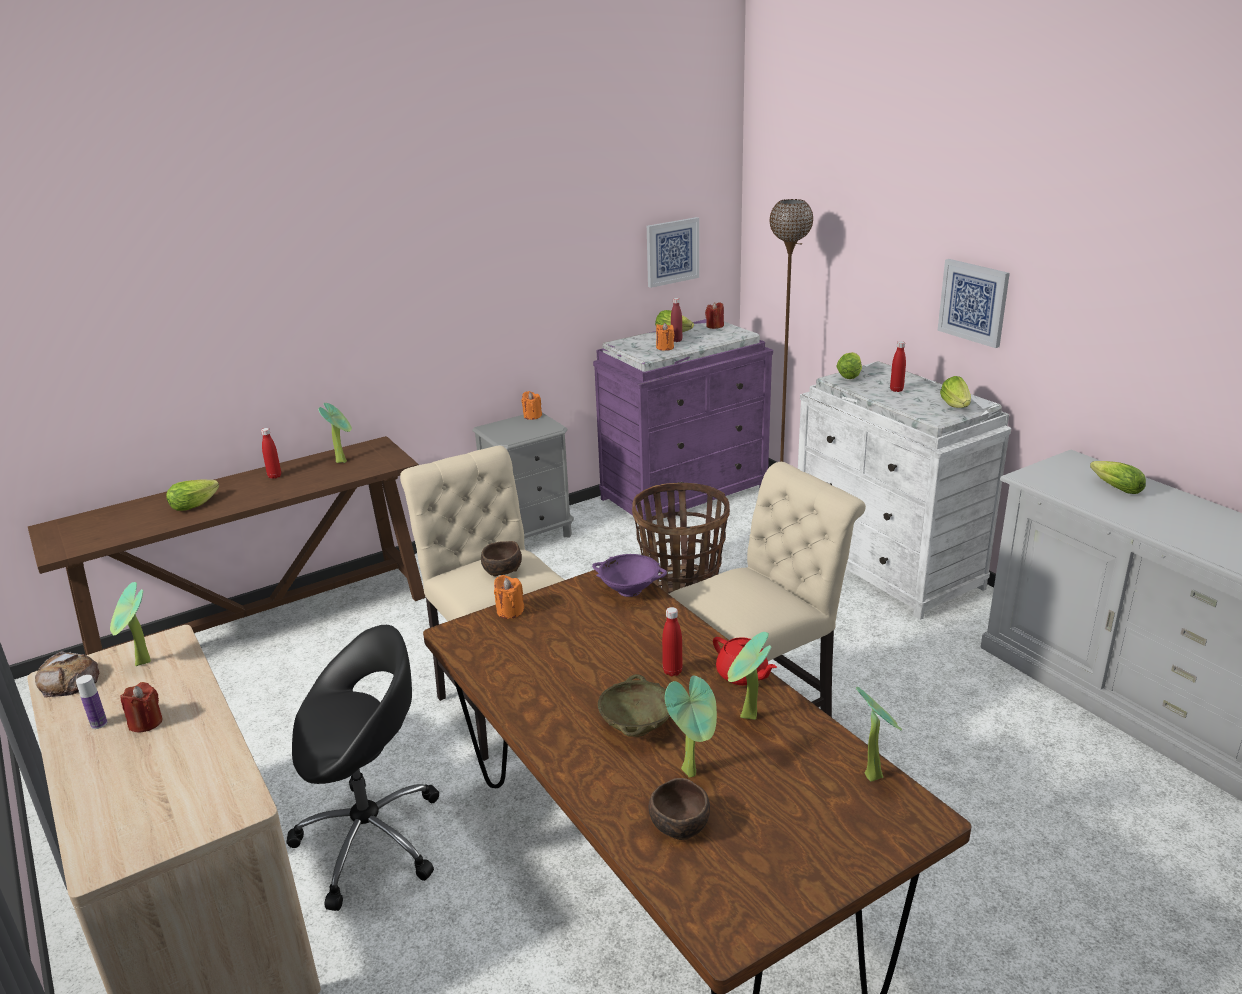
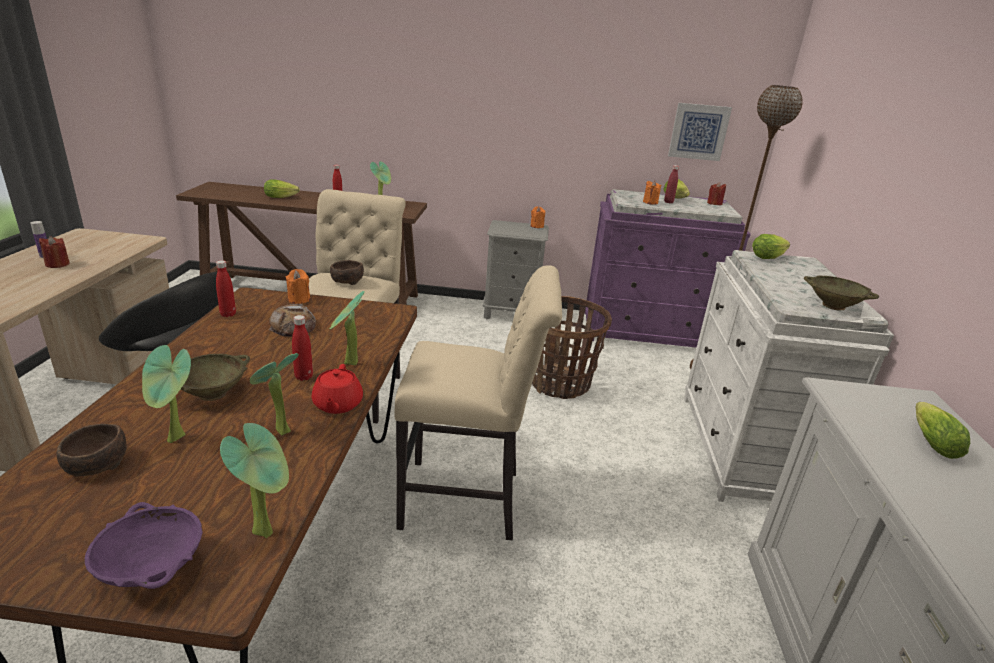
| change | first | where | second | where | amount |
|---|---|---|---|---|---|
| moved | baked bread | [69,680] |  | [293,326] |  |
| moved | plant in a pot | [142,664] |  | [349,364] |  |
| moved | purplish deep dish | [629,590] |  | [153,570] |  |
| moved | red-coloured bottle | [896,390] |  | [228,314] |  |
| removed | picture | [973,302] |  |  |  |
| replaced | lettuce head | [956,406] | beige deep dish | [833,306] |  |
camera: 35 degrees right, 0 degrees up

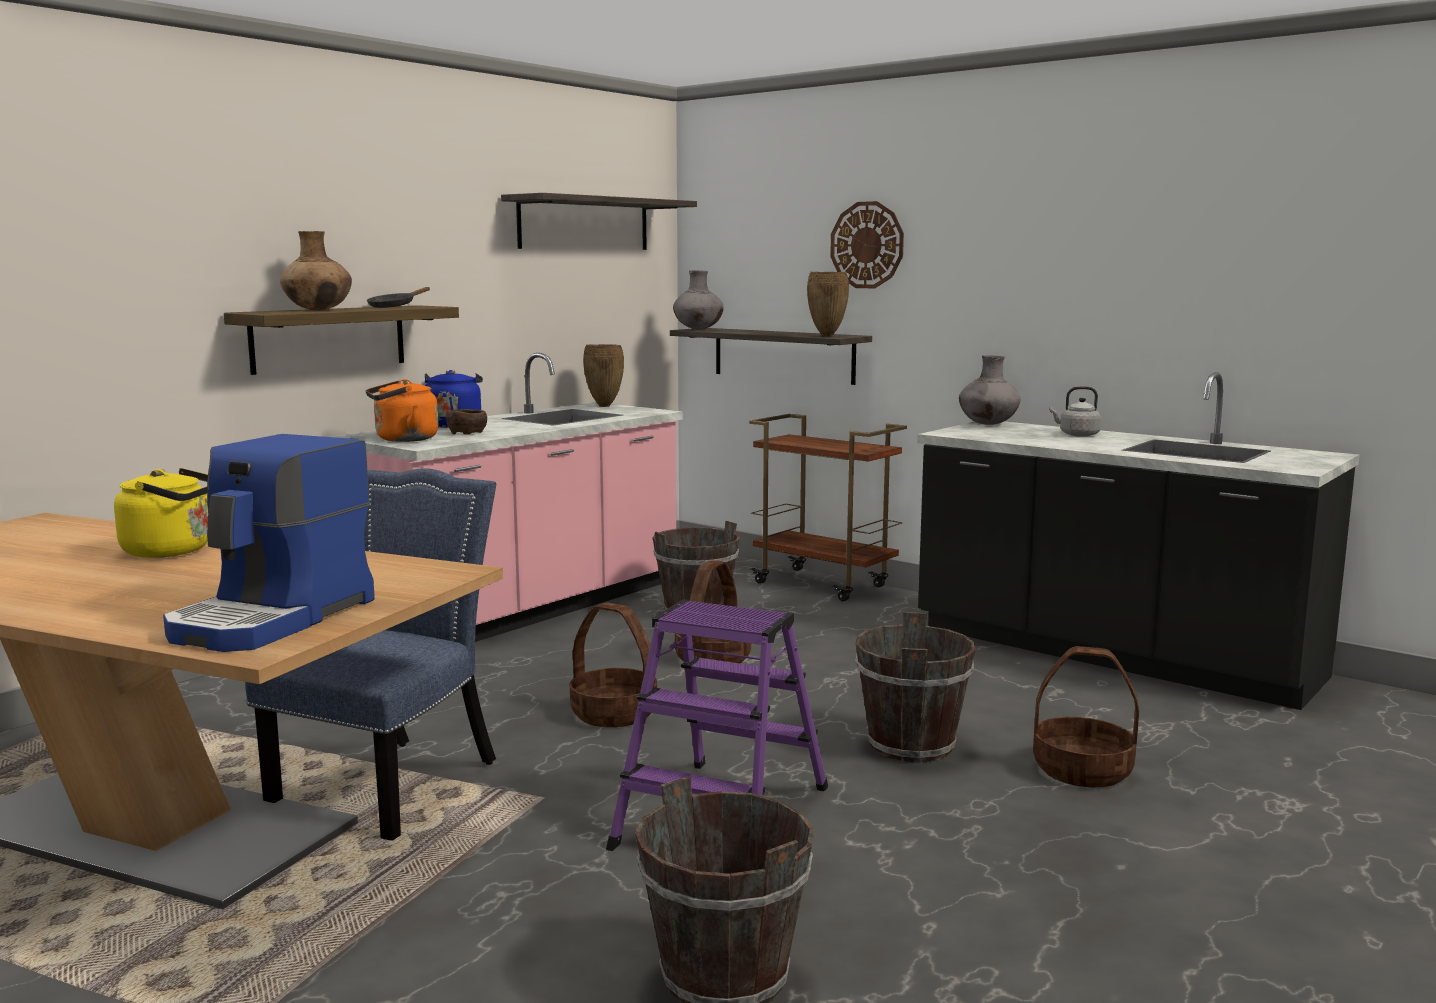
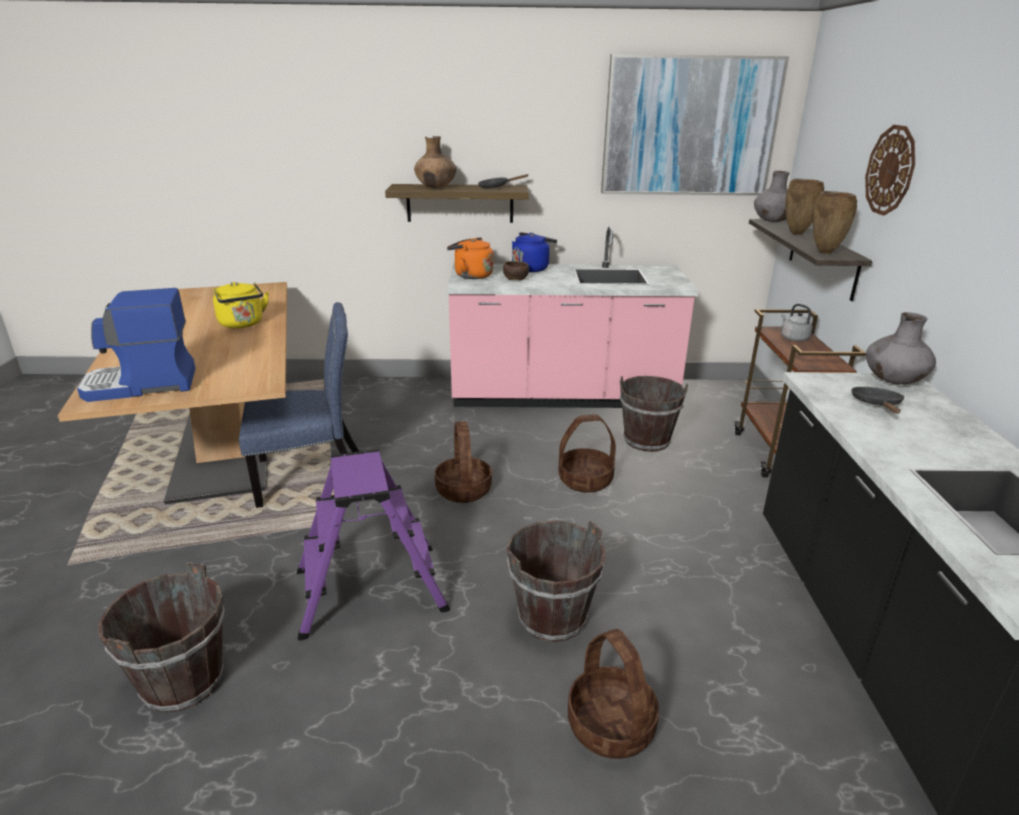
| change | first | where | second | where | amount |
|---|---|---|---|---|---|
| replaced | bracket shelf | [584,224] | picture | [689,127] |  |
| moved | brown vase | [604,406] |  | [797,234] |  |
| moved | gray kettle | [1077,435] |  | [793,338] |  |
| added |  |  | black-coloured pan | [876,404] |  |
camera: 50 degrees right, 15 degrees up

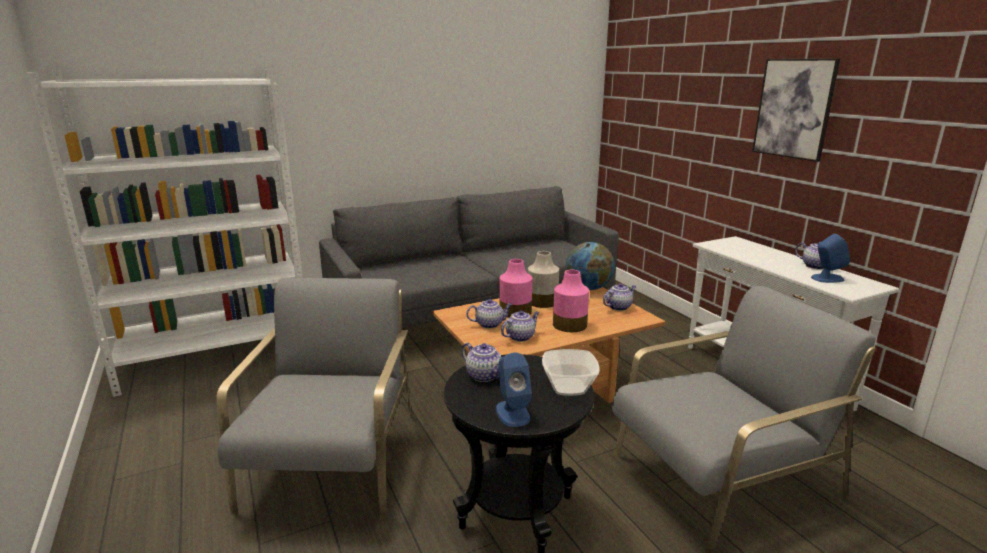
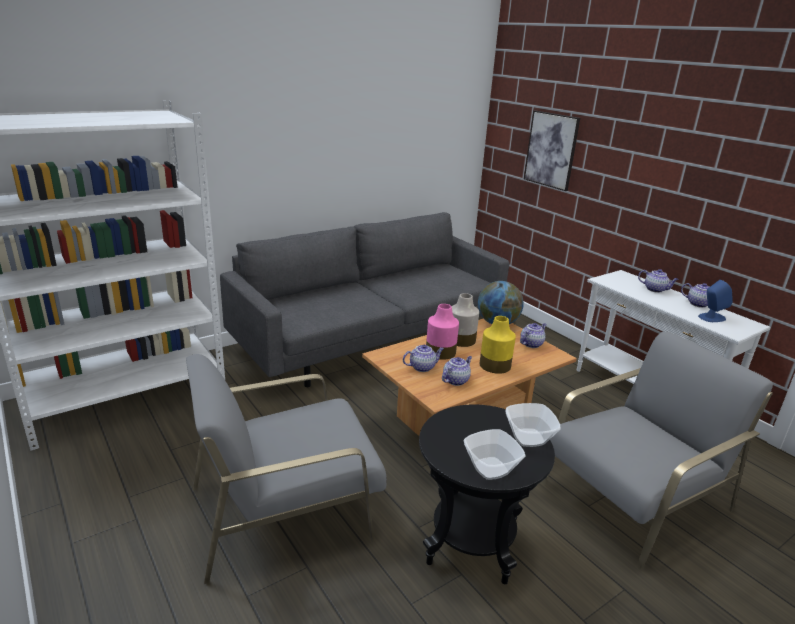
| change | first | where | second | where | amount |
|---|---|---|---|---|---|
| turned | gray lounge chair | [332,465] |  | [289,510] | 105 degrees counterclockwise |
| moved | tea pot | [485,376] |  | [655,289] |  |
| replaced | bluish audio speaker | [512,413] | deep dish | [491,468] |  |
| recoloured | pink vase | [569,324] | yellowish vase | [494,365] |  |
| moved | picture | [794,108] |  | [551,150] |  |
camera: 10 degrees left, 5 degrees up

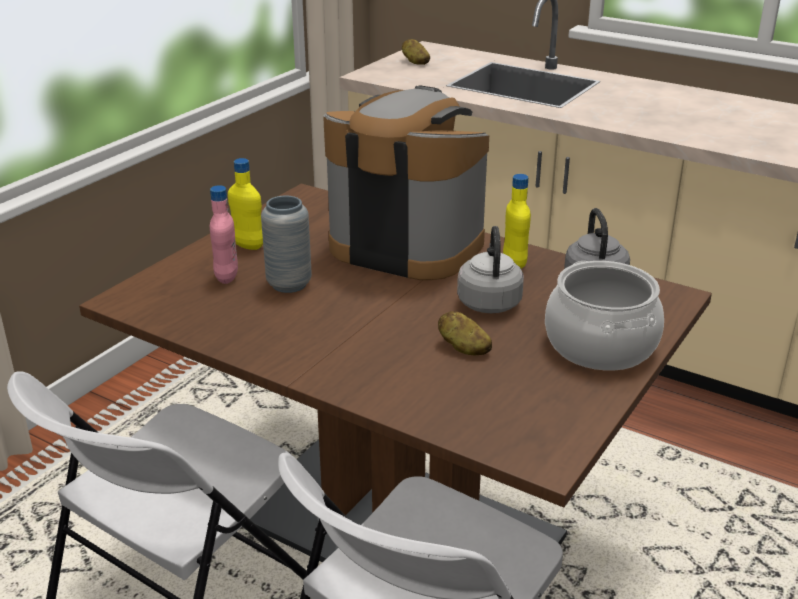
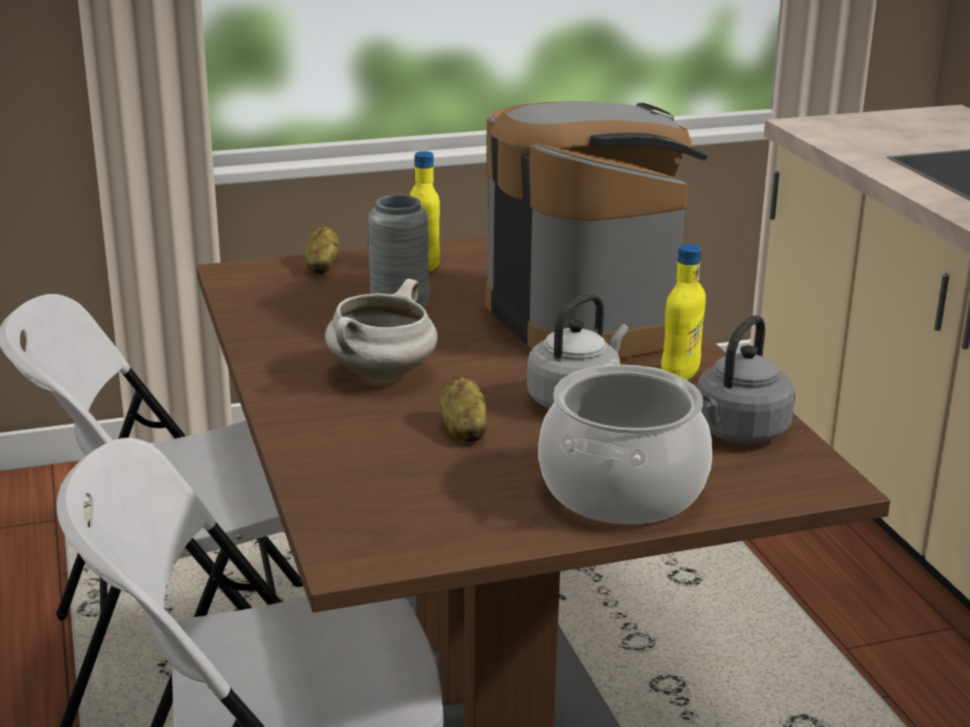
| change | first | where | second | where | amount |
|---|---|---|---|---|---|
| removed | pink bottle | [226,277] |  |  |  |
| moved | whole potato | [415,62] |  | [321,267] |  |
| added |  |  | white cooking pot | [382,375] |  |
camera: 40 degrees right, 5 degrees down

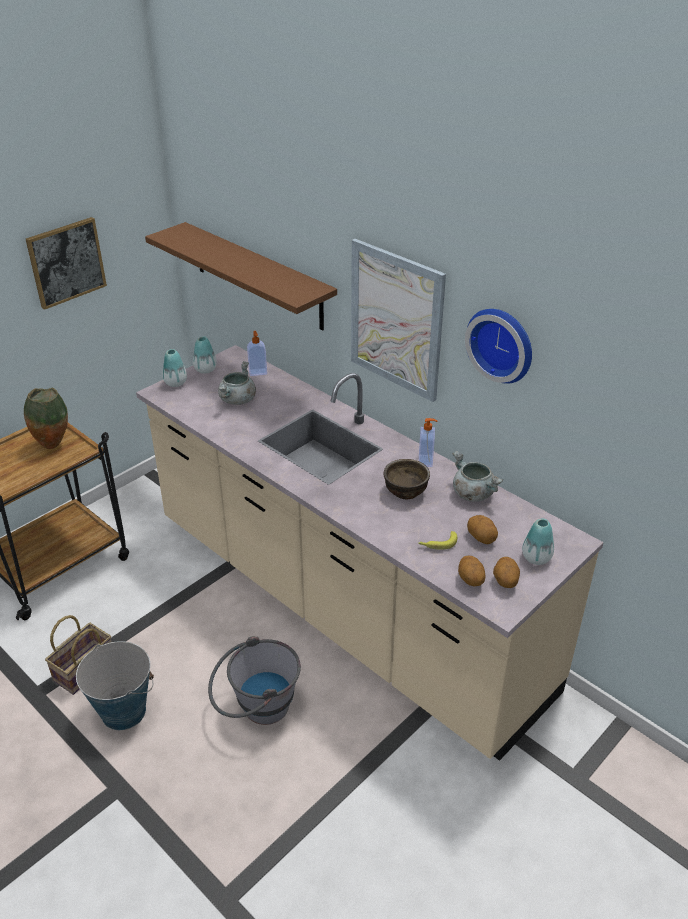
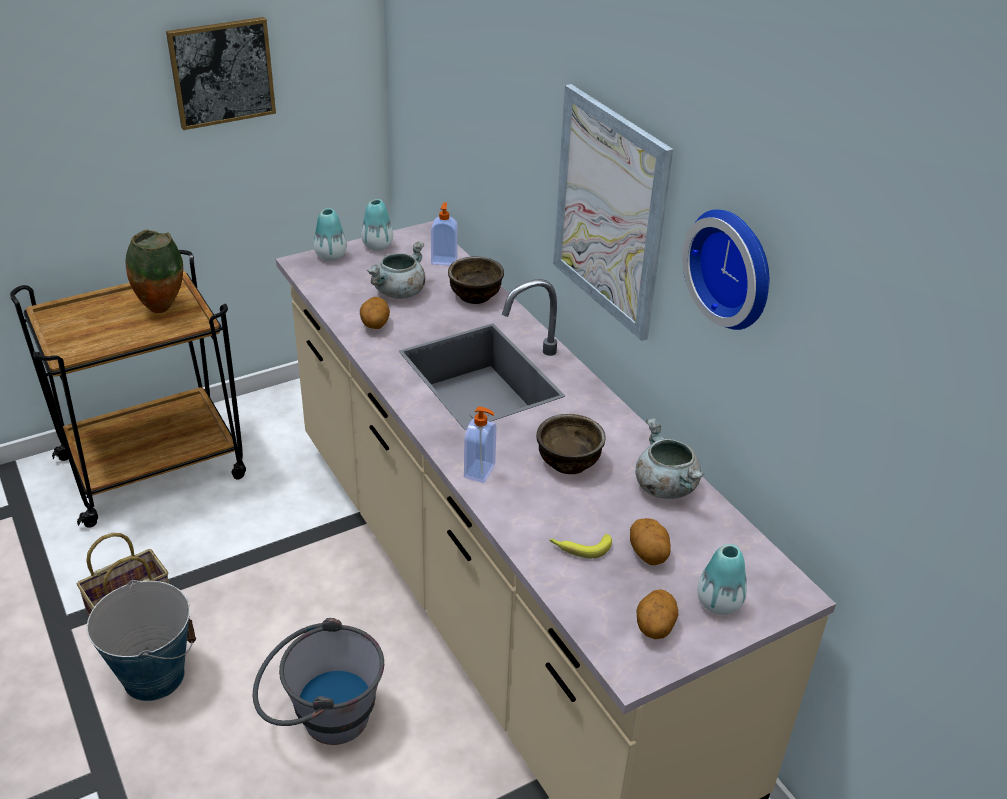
| change | first | where | second | where | amount |
|---|---|---|---|---|---|
| removed | brown bracket shelf | [257,276] |  |  |  |
| moved | soap bottle | [426,461] |  | [480,472] |  |
| moved | whole potato | [470,580] |  | [374,325] |  |
| added |  |  | brown deep dish | [475,295] |  |
camera: 15 degrees right, 0 degrees up

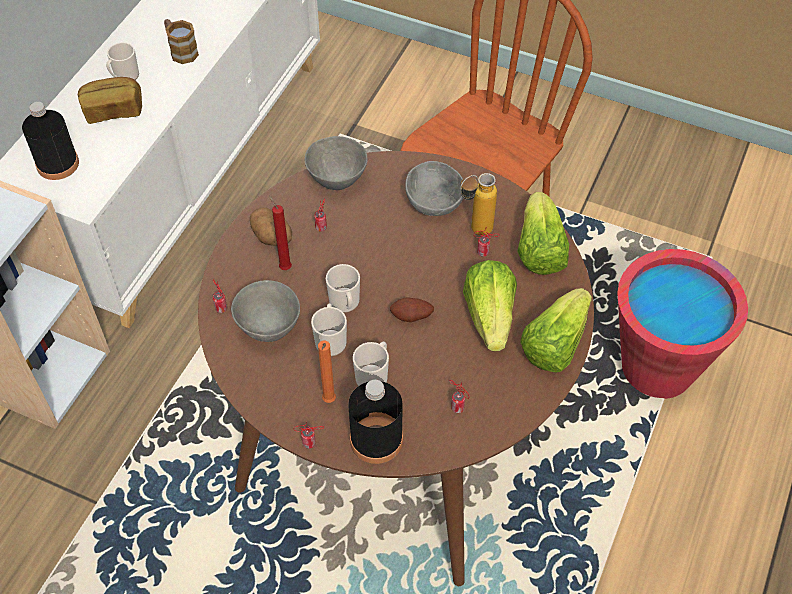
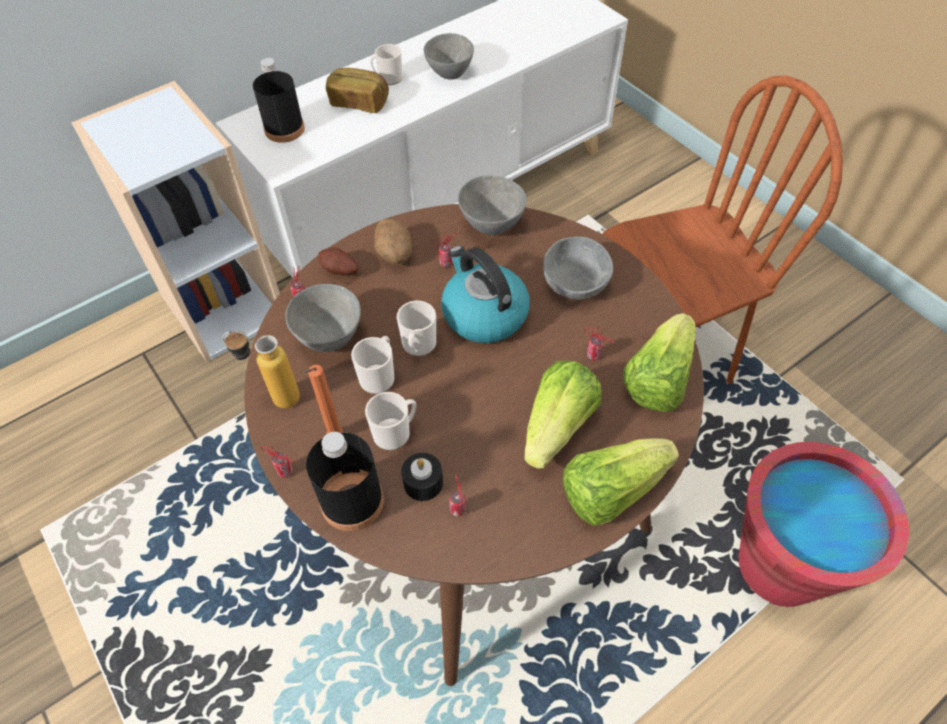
| change | first | where | second | where | amount |
|---|---|---|---|---|---|
| replaced | tea mug | [181,51] | gray deep dish | [449,73] |  |
| removed | red-coloured wax candle | [284,267] |  |  |  |
| moved | whole potato | [411,317] |  | [339,271] |  |
| moved | bottle | [474,232] |  | [275,398] |  |
| added |  |  | black-coloured wax candle | [423,482] |  |
| added |  |  | kettle | [483,314] |  |
camera: 30 degrees right, 0 degrees up

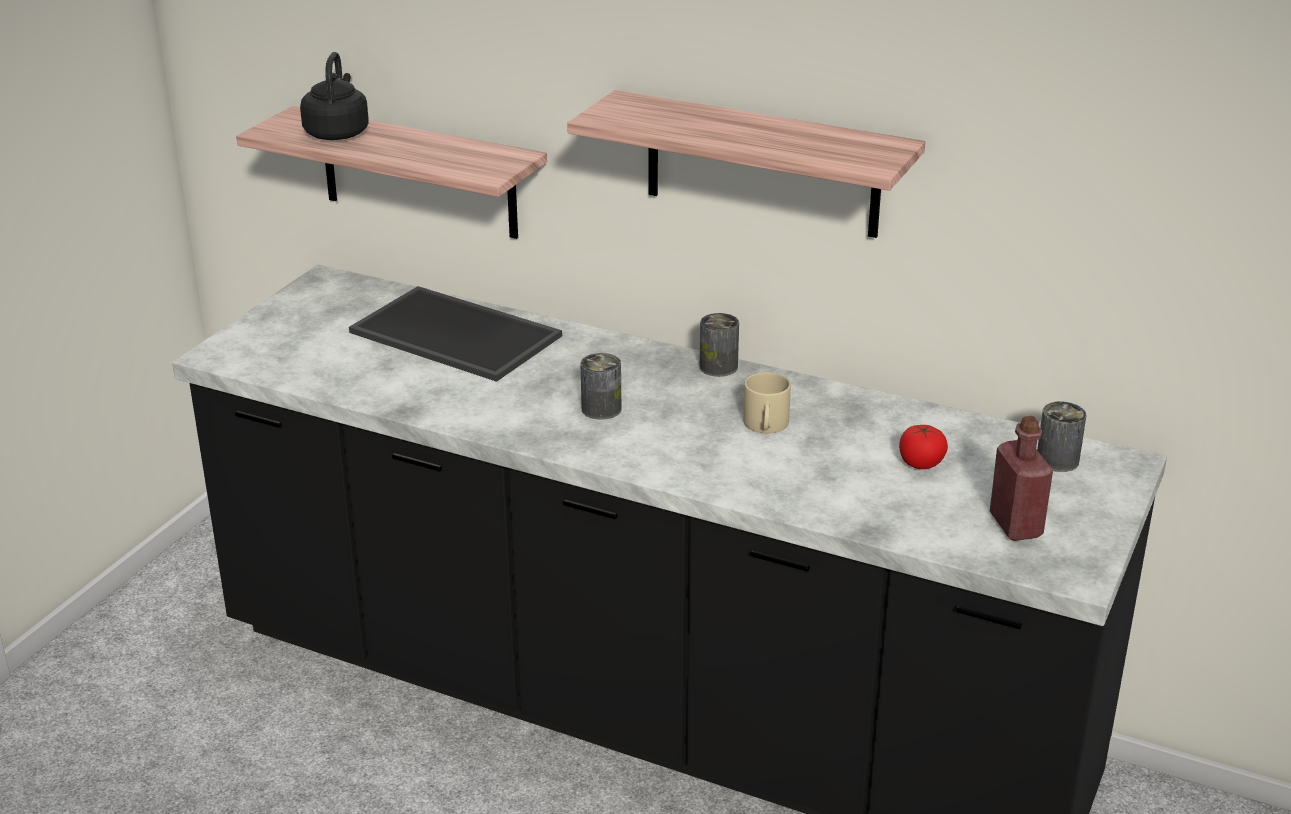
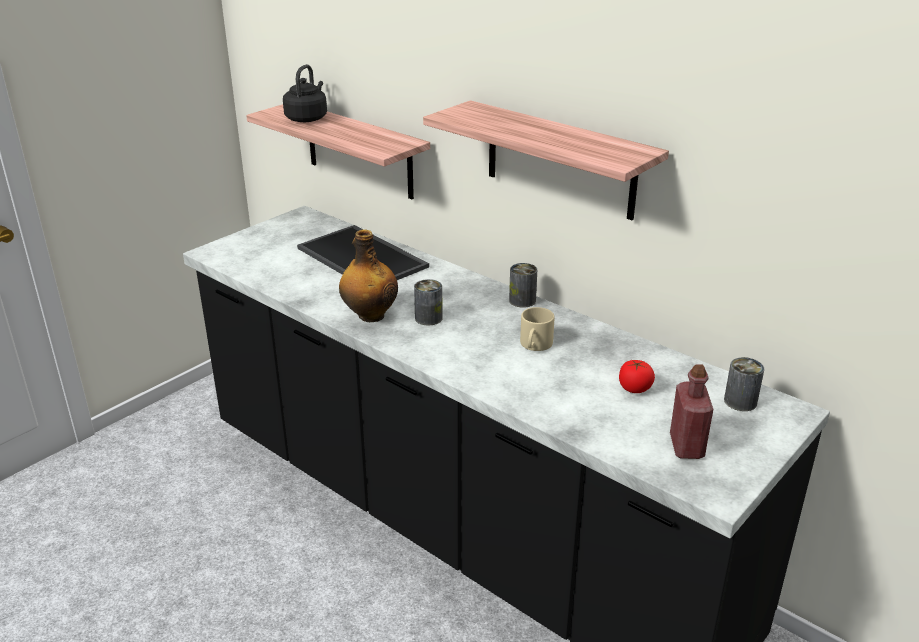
| change | first | where | second | where | amount |
|---|---|---|---|---|---|
| added |  |  | bottle | [370,315] |  |
camera: 15 degrees right, 0 degrees up

